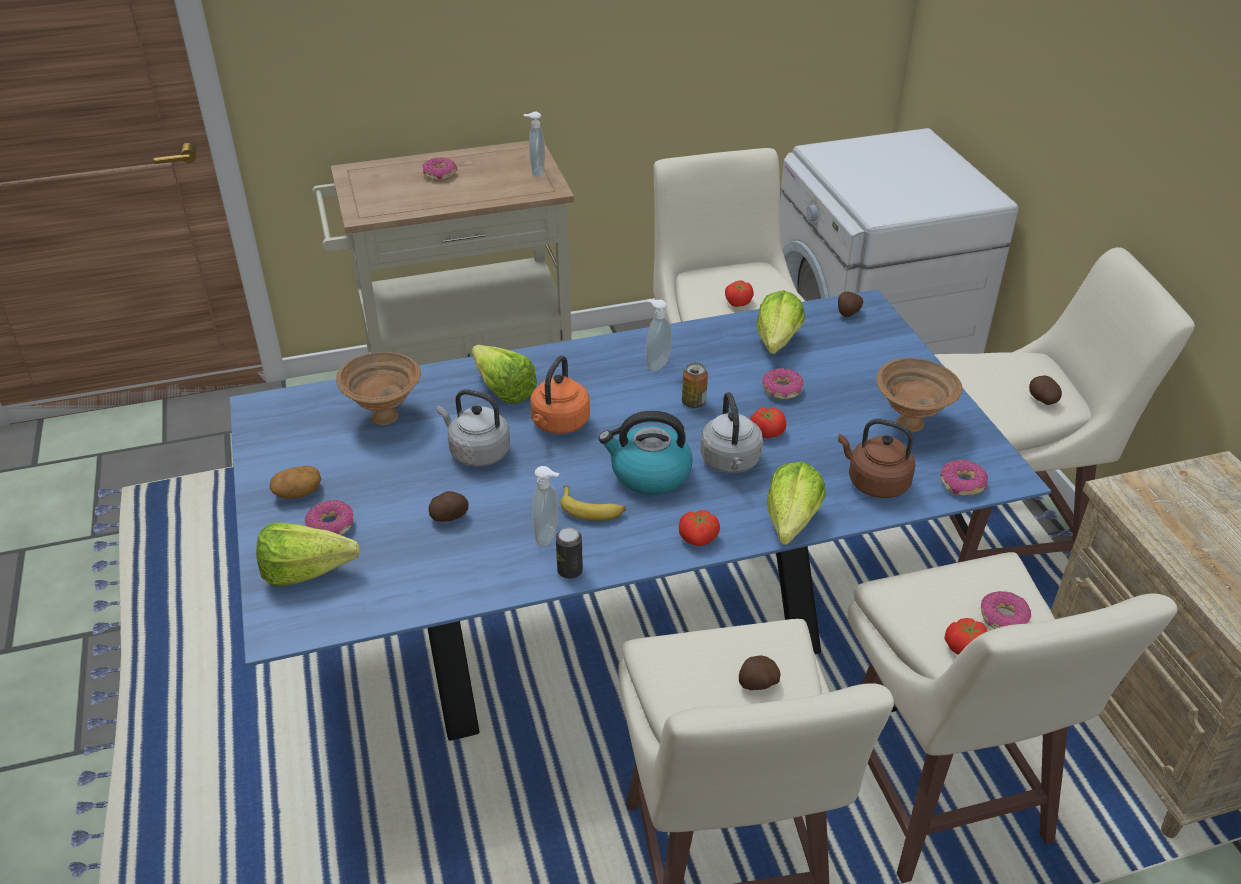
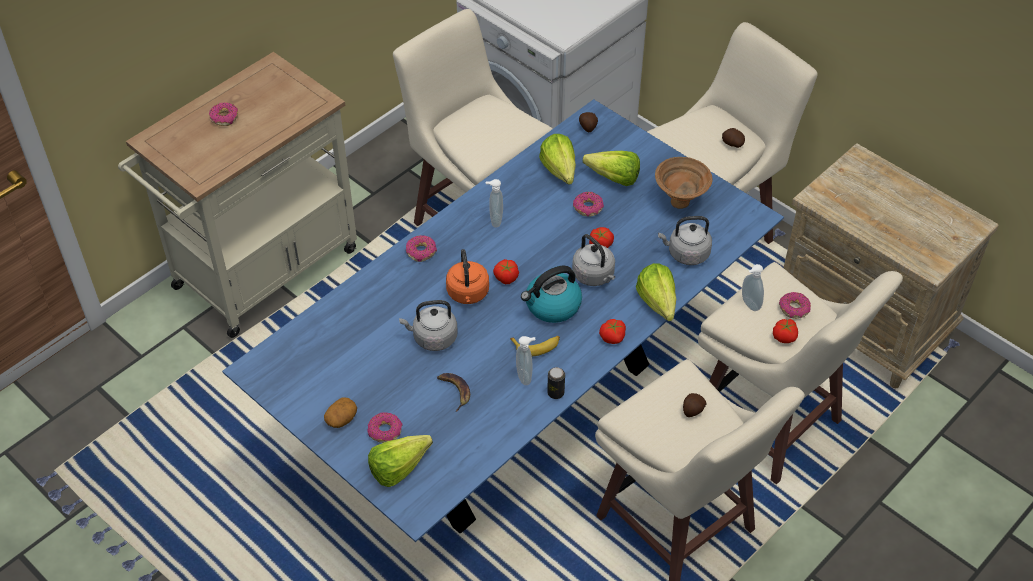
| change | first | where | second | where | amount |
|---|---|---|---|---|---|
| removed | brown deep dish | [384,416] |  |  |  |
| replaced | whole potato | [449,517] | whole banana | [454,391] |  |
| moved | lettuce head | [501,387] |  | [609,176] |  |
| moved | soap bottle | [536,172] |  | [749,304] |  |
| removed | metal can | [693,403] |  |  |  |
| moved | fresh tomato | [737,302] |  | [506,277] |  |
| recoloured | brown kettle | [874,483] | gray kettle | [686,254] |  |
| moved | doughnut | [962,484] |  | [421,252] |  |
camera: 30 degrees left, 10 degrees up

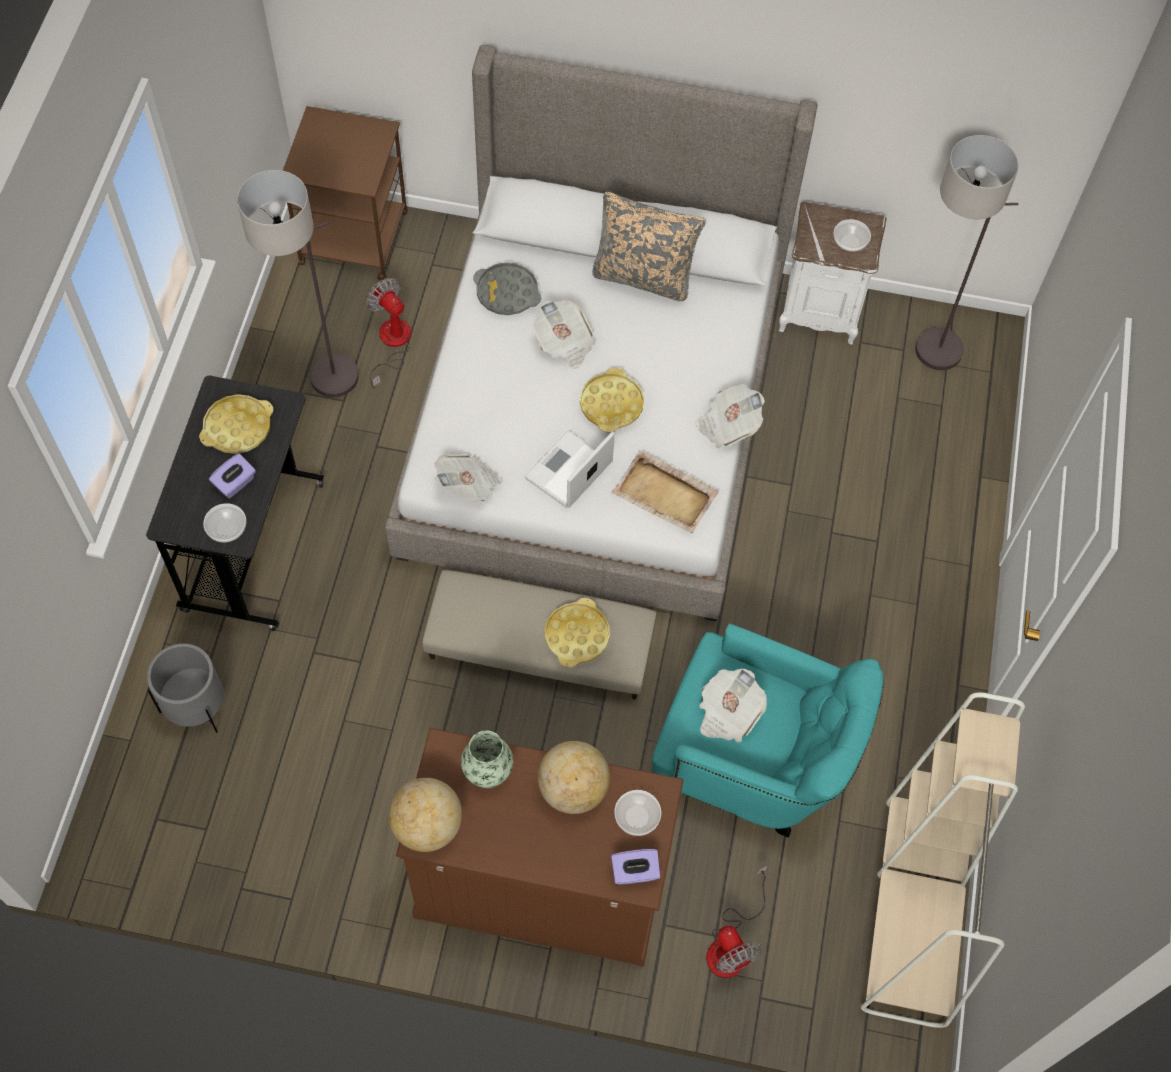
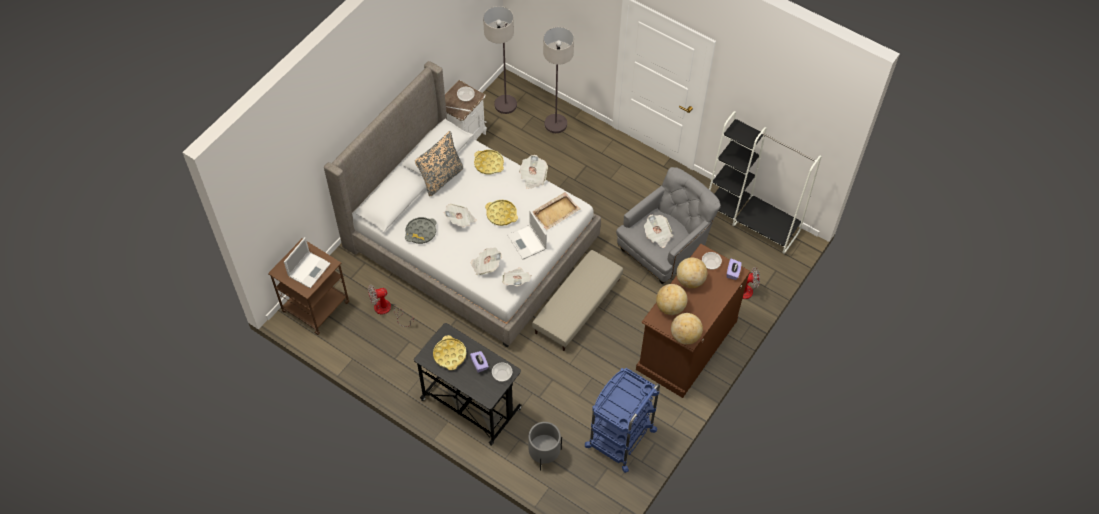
| change | first | where | second | where | amount |
|---|---|---|---|---|---|
| moved | gray standard lamp | [320,382] |  | [556,130] |  |
| replaced | vase | [487,771] | desk globe | [670,307] |  |
| moved | yellowish tray | [576,636] |  | [489,164] |  |
| recoloured | turquoise-coloured lounge chair | [754,759] | gray lounge chair | [664,248] |  |
| recoloured | beige garment stand | [913,914] | black-coloured garment stand | [751,222] |  |
| added |  |  | notebook computer | [309,269] |  |
| added |  |  | daily paper | [486,265] |  |
| added |  |  | bluish wheeled cart | [620,438] |  |
camera: 65 degrees left, 5 degrees down

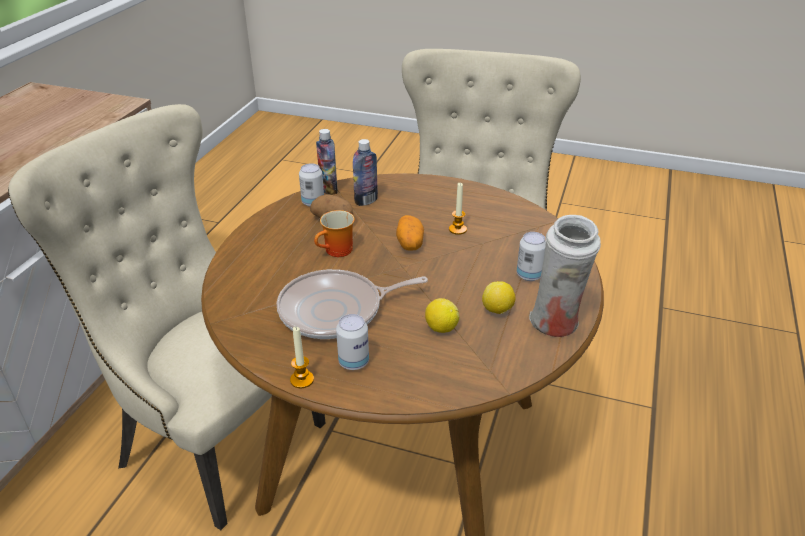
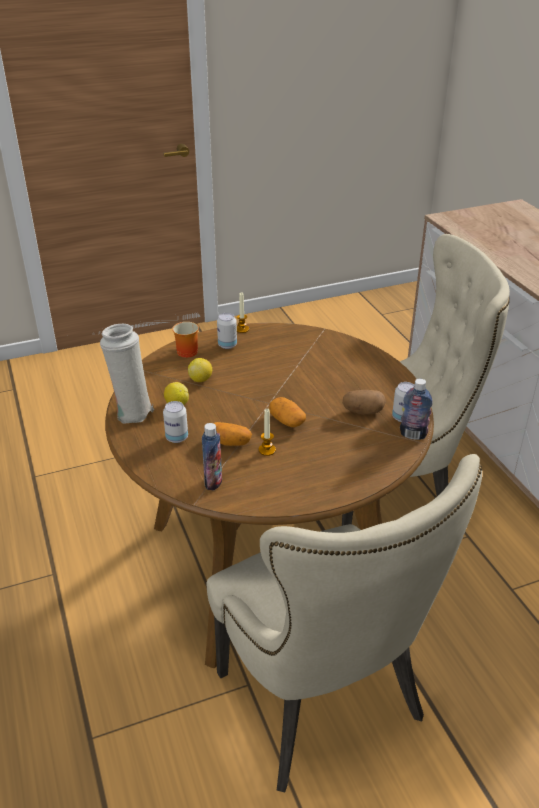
| change | first | where | second | where | amount |
|---|---|---|---|---|---|
| removed | pan | [336,310] |  |  |  |
| moved | tea mug | [338,252] |  | [186,350] |  |
| moved | bottle | [366,201] |  | [213,482] |  |
| added |  |  | whole potato | [229,442] |  |
camera: 140 degrees right, 0 degrees up

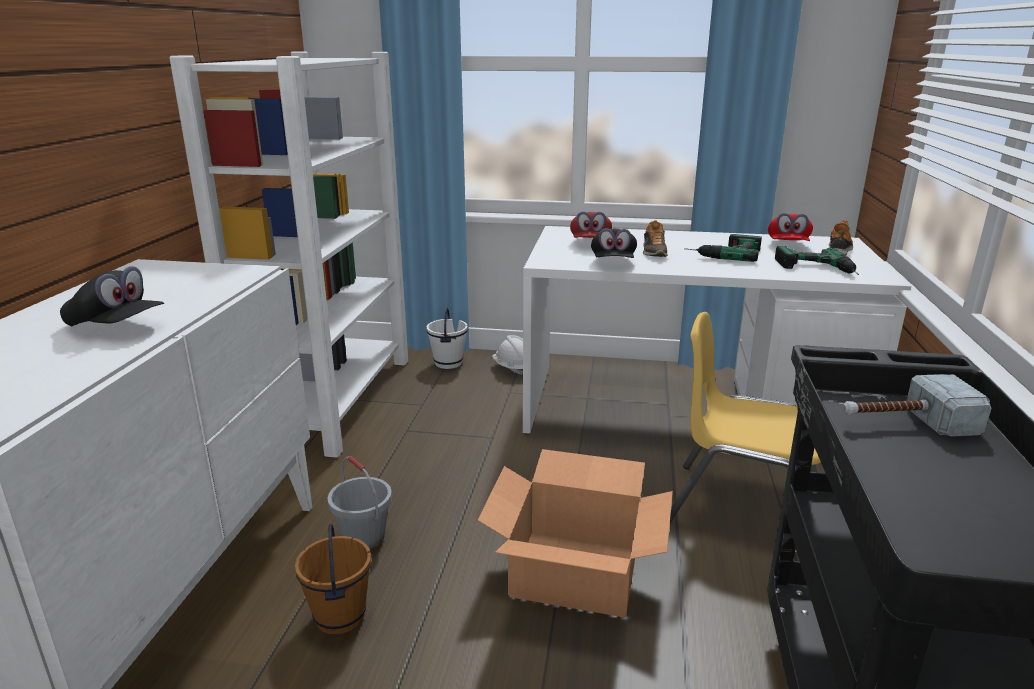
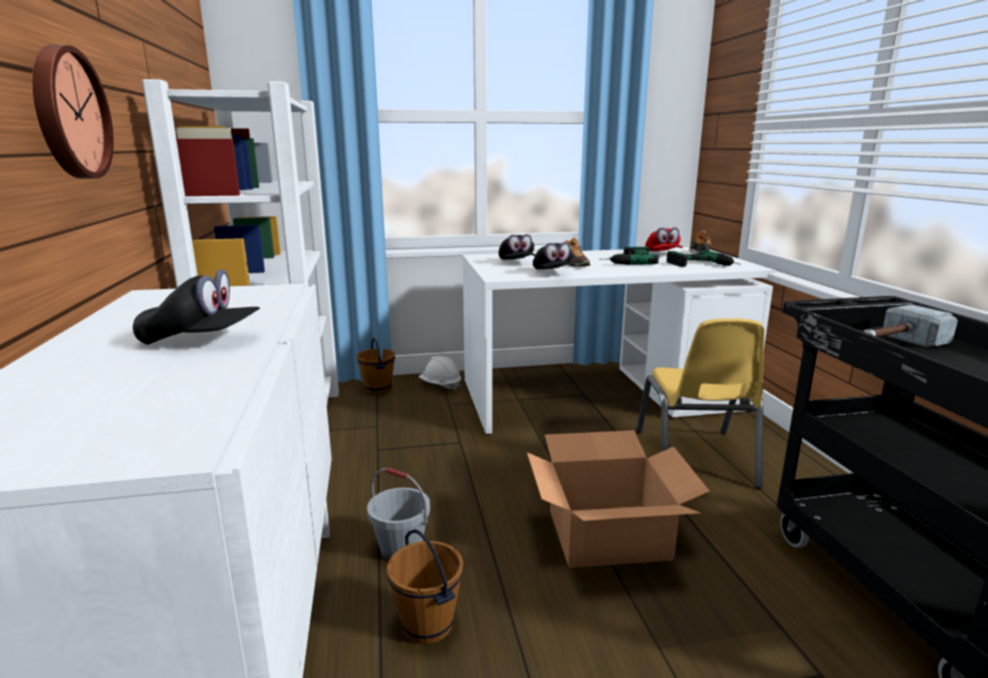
| change | first | where | second | where | amount |
|---|---|---|---|---|---|
| recoloured | white water bucket | [448,363] | brown water bucket | [377,389] |  |
| recoloured | red-coloured baseball cap | [590,243] | black-coloured baseball cap | [517,263] |  |
| turned | yellowish chair | [743,507] |  | [694,458] | 90 degrees counterclockwise |
| added |  |  | hanging clock | [68,114] |  |
camera: 20 degrees left, 5 degrees down

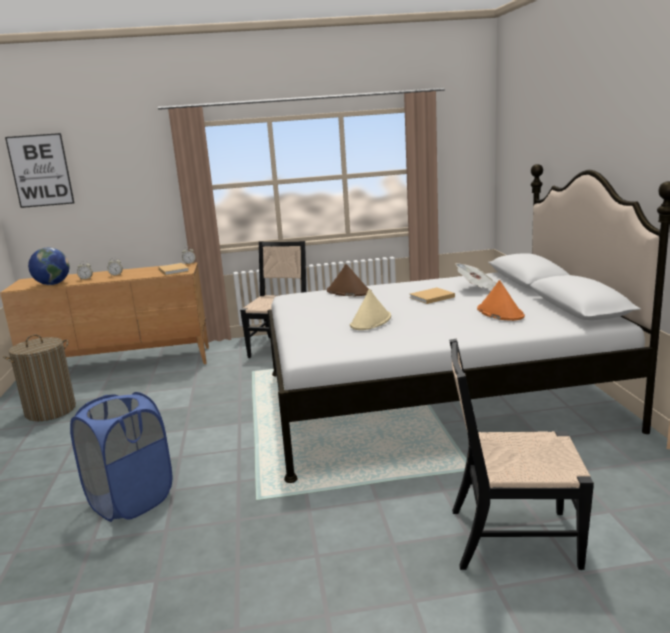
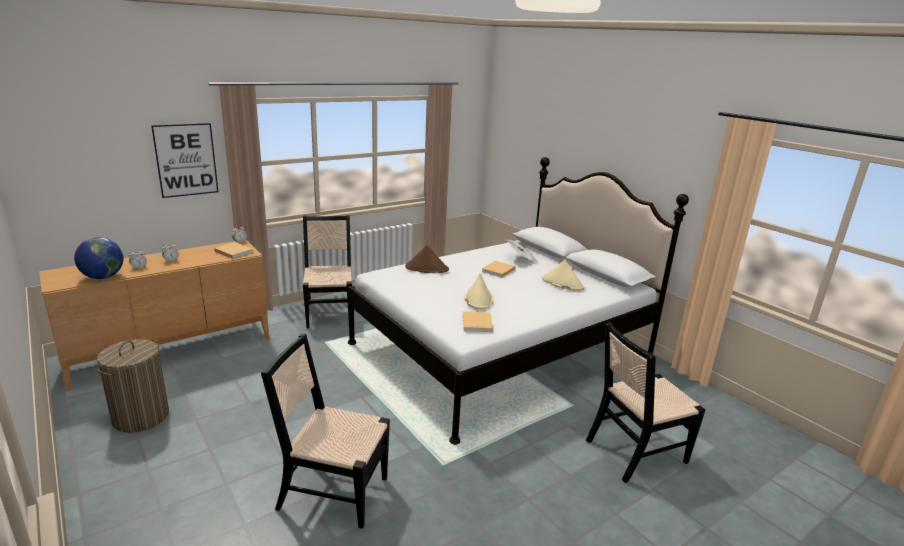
| change | first | where | second | where | amount |
|---|---|---|---|---|---|
| moved | picture | [40,170] |  | [186,160] |  |
| replaced | bluish laundry basket | [131,500] | chair | [333,492] |  |
| recoloured | orange clothing hat | [499,313] | beige clothing hat | [562,283] |  |
| added |  |  | beige book | [477,324] |  |
camera: 30 degrees left, 5 degrees up

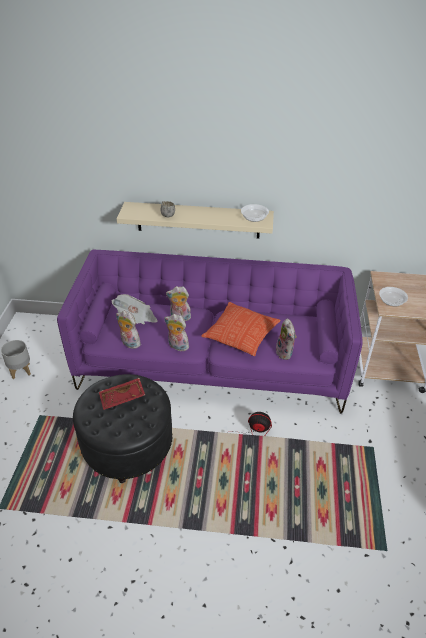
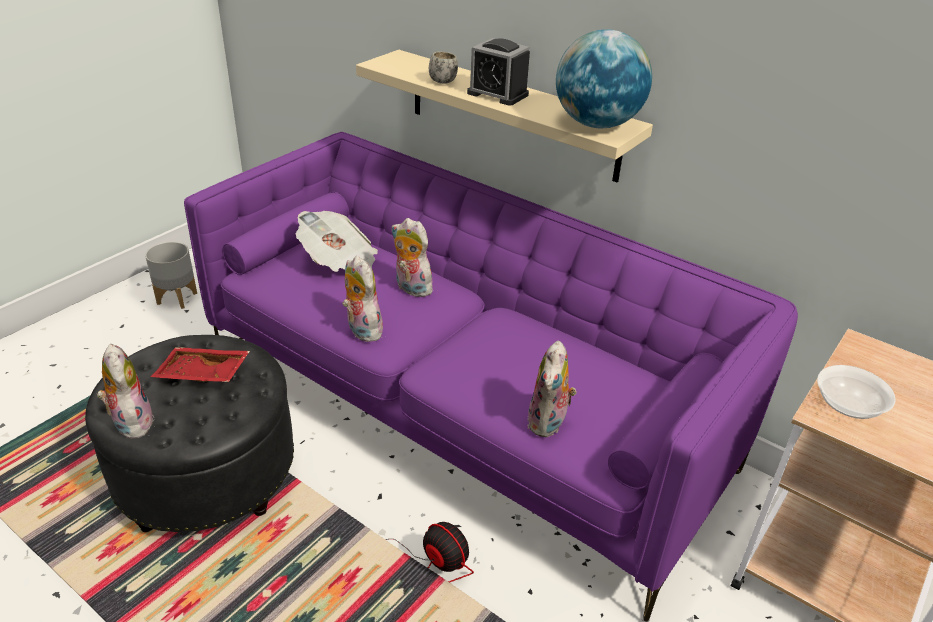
| change | first | where | second | where | amount |
|---|---|---|---|---|---|
| moved | cuddly toy | [129,343] |  | [130,422] |  |
| removed | orange throw pillow | [240,336] |  |  |  |
| replaced | deep dish | [254,218] | desk globe | [597,124] |  |
| added |  |  | alarm clock | [497,94] |  |
camera: 30 degrees right, 5 degrees down

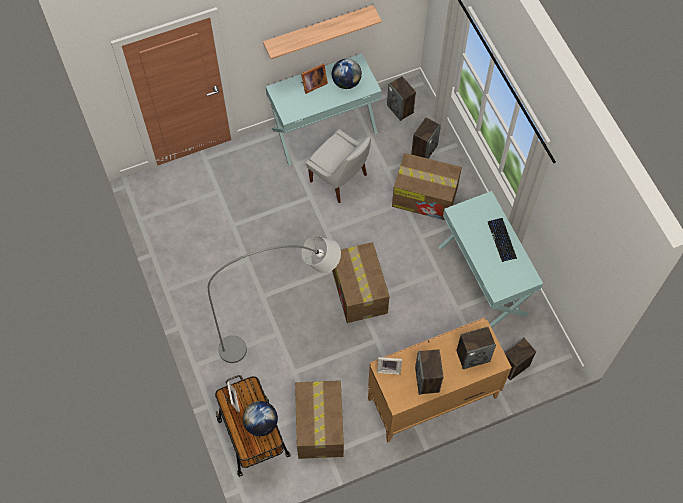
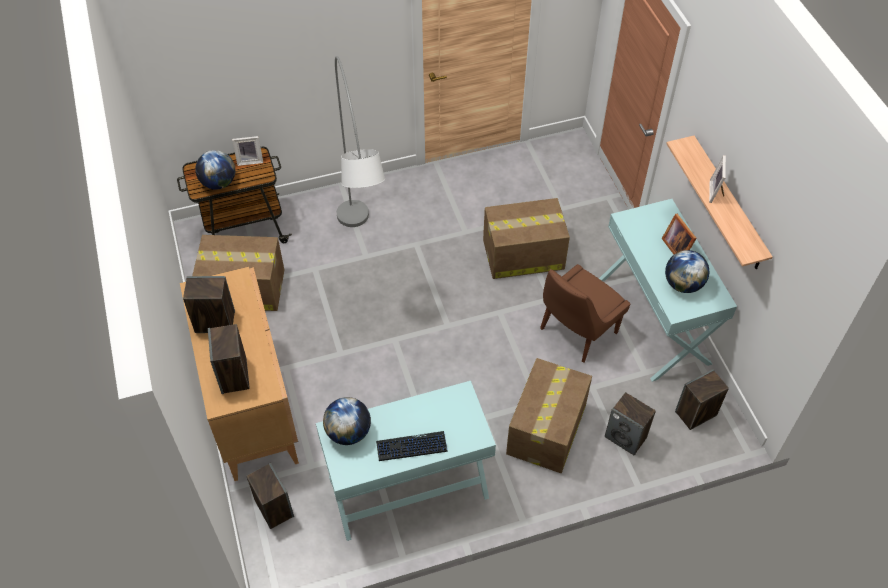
| change | first | where | second | where | amount |
|---|---|---|---|---|---|
| recoloured | white chair | [340,179] | brown chair | [576,332] |  |
| moved | cardboard box | [359,292] |  | [522,255] |  |
| moved | photo frame | [388,368] |  | [716,192] |  |
| added |  |  | desk globe | [348,432] |  |
camera: 95 degrees right, 10 degrees down

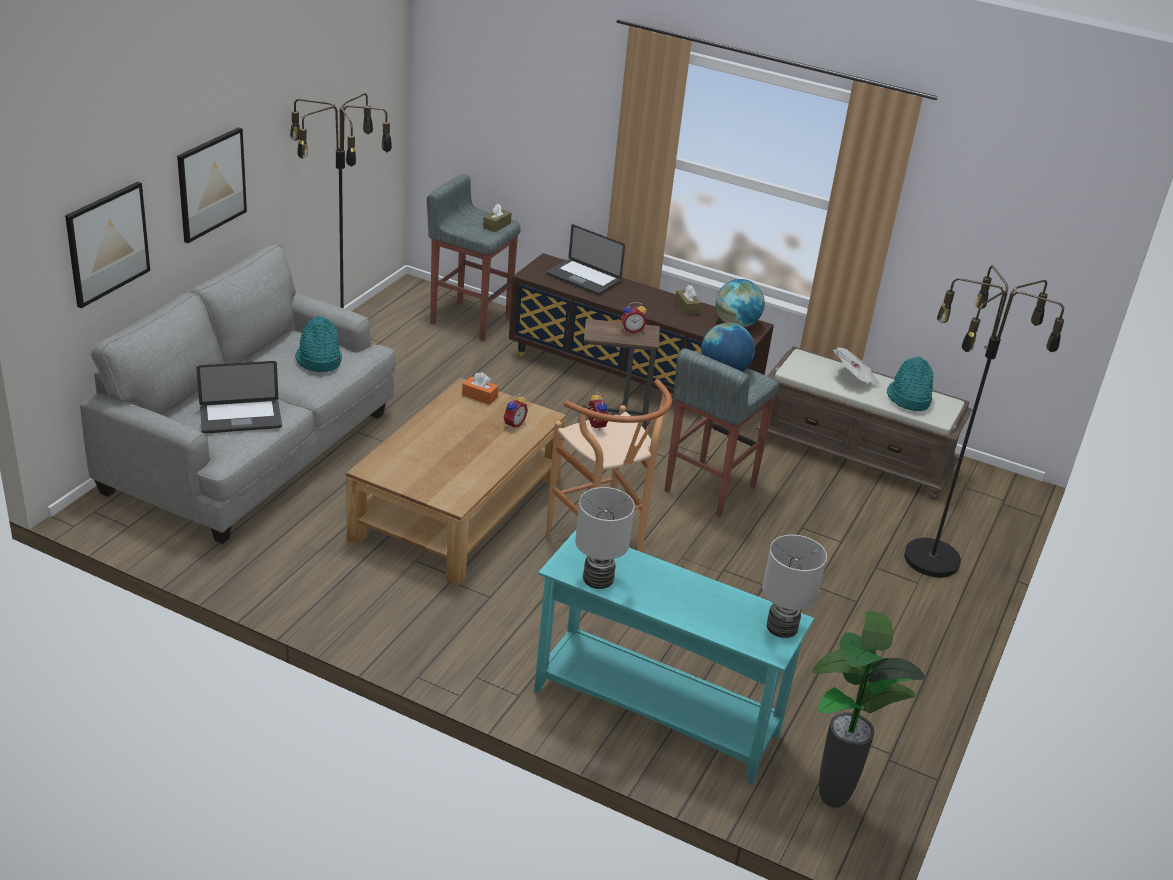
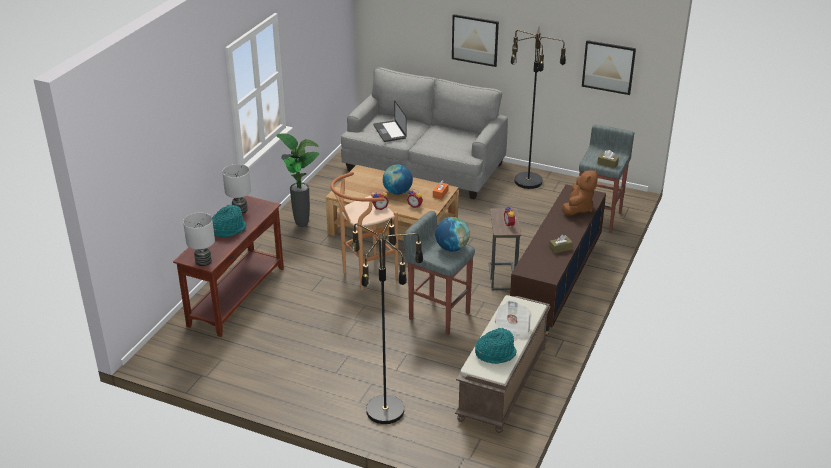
| change | first | where | second | where | amount |
|---|---|---|---|---|---|
| moved | picture | [107,243] |  | [608,67] |  |
| moved | turquoise-coloured clothing hat | [318,360] |  | [228,229] |  |
| recoloured | turquoise-coloured hall table | [654,713] | brown hall table | [237,296] |  |
| replaced | notebook computer | [583,278] | brown cuddly toy | [578,208] |  |
| moved | desk globe | [736,324] |  | [397,192] |  |
| moved | plant in a pot | [830,801] |  | [301,224] |  |
camera: 90 degrees right, 0 degrees up

